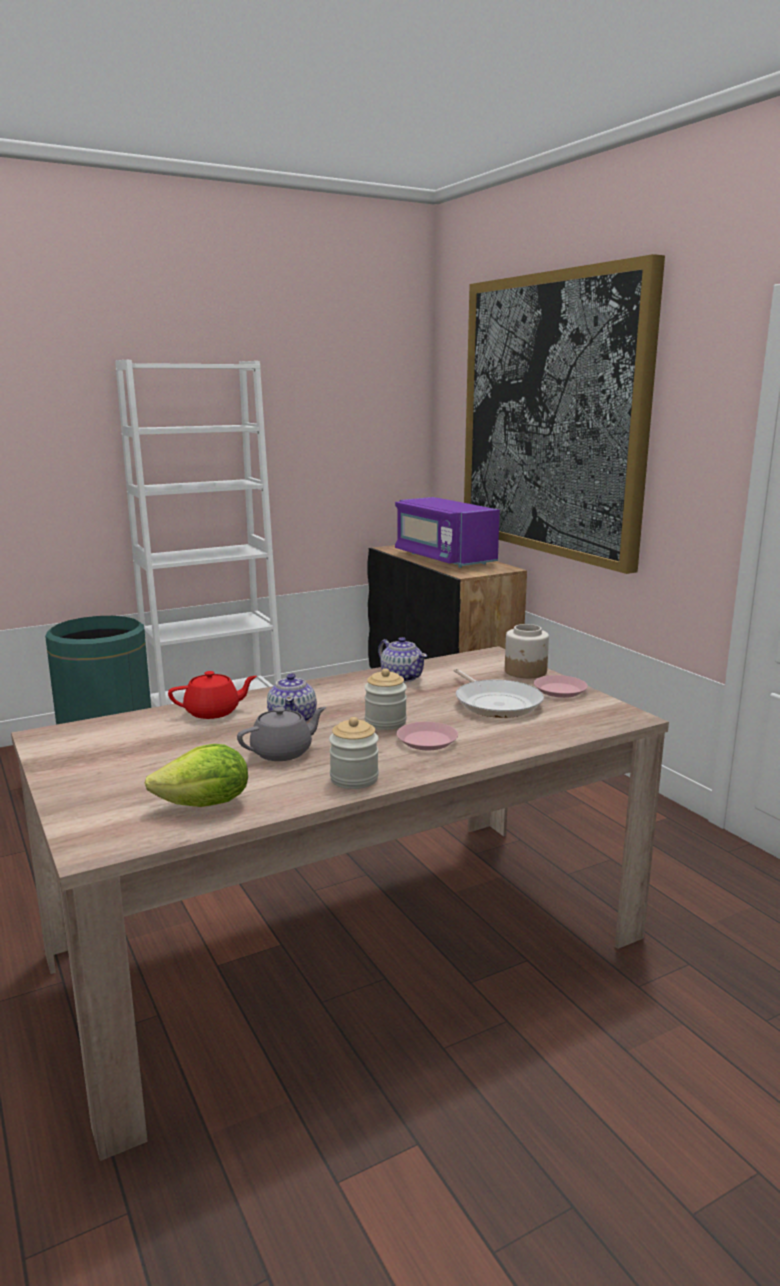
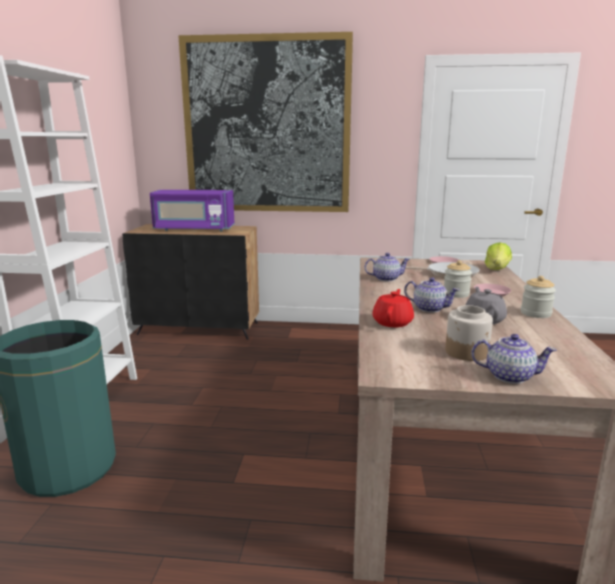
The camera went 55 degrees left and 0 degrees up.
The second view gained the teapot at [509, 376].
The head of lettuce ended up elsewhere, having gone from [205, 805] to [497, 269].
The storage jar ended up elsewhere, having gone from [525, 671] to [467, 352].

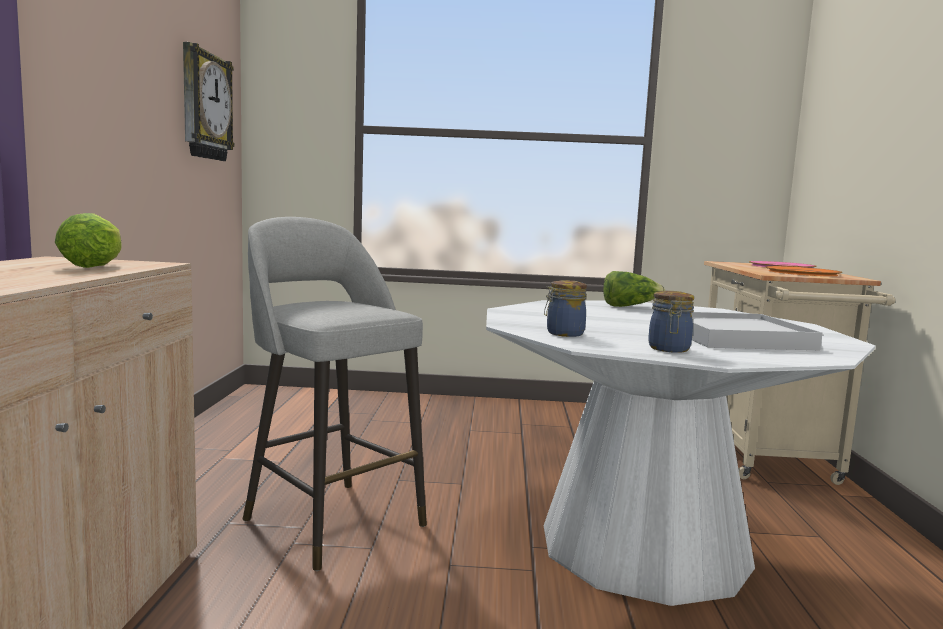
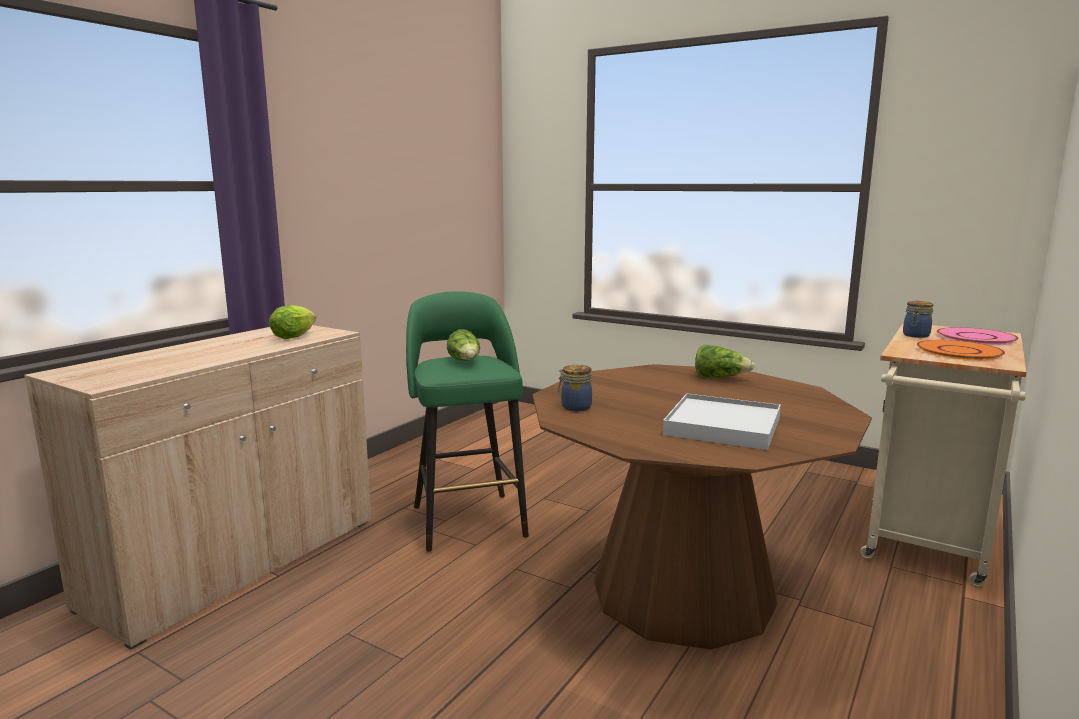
The camera went 30 degrees right and 5 degrees up.
The second view lost the wall clock at [204, 106].
The second view gained the head of lettuce at [465, 361].
The storage jar ended up elsewhere, having gone from [669, 349] to [915, 335].
What was the stool seat in grey at [331, 520] turned into the stool seat in greenish at [468, 519].
What was the kitchen table in white at [643, 545] turned into the kitchen table in brown at [682, 592].

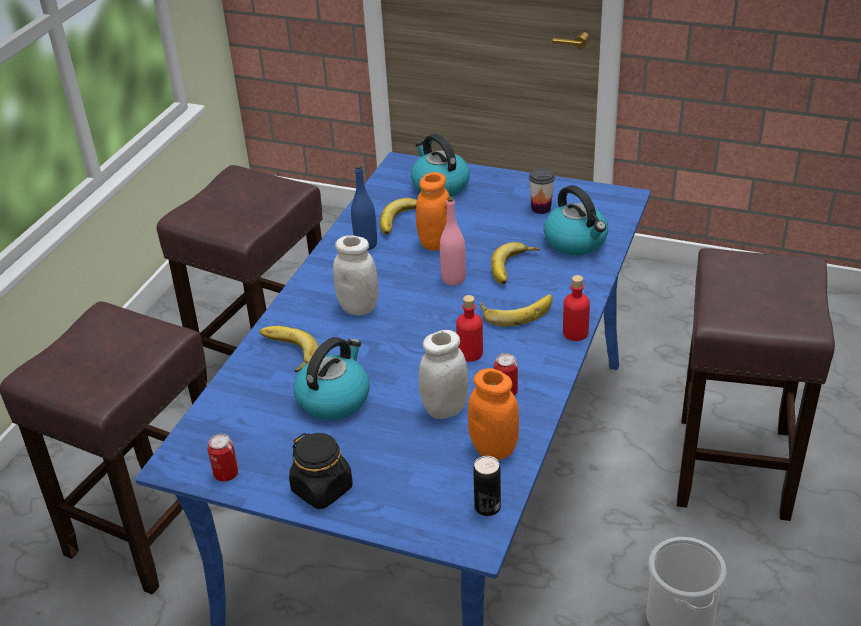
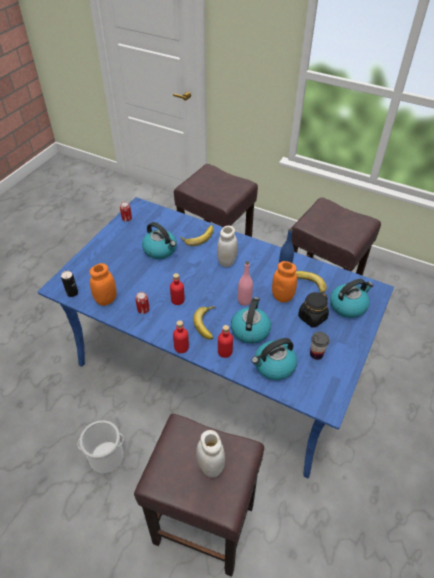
The camera went 95 degrees right and 10 degrees up.
The second view gained the bottle in reddish at [225, 351].
The storage jar in black-coloured ended up elsewhere, having gone from [322, 489] to [312, 317].
The storage jar in white ended up elsewhere, having gone from [445, 409] to [210, 466].
Where the banana stood at [515, 268], the tea kettle came to stand at [250, 330].

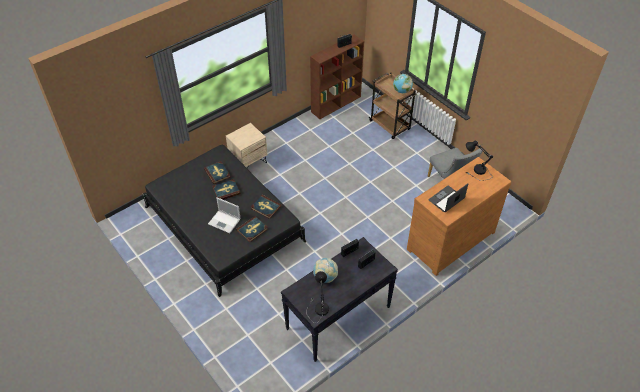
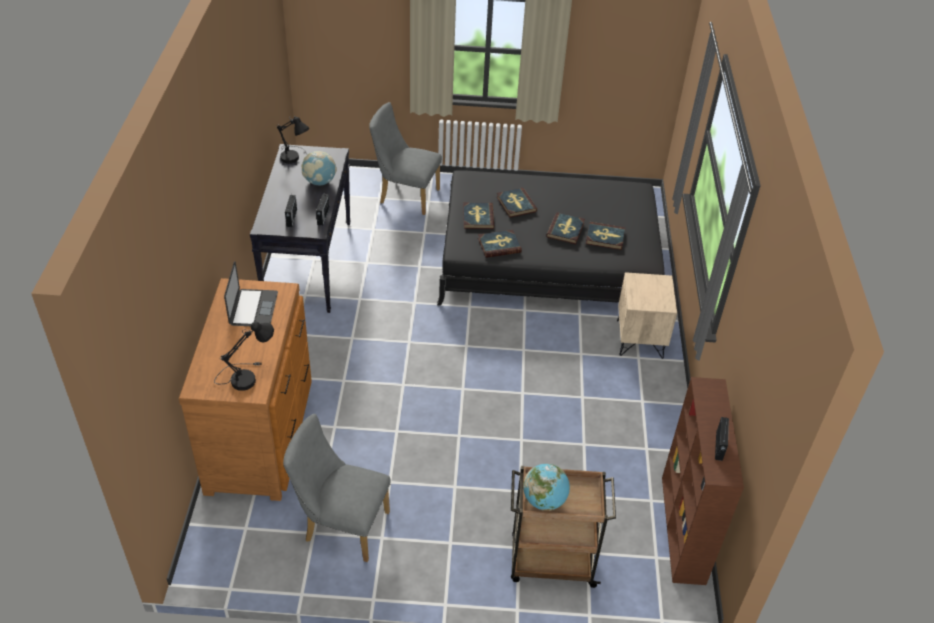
The camera went 130 degrees right and 5 degrees down.
The second view gained the plain chair in grey at [405, 196].
Where the portable computer stood at [225, 222], the volume came to stand at [516, 204].

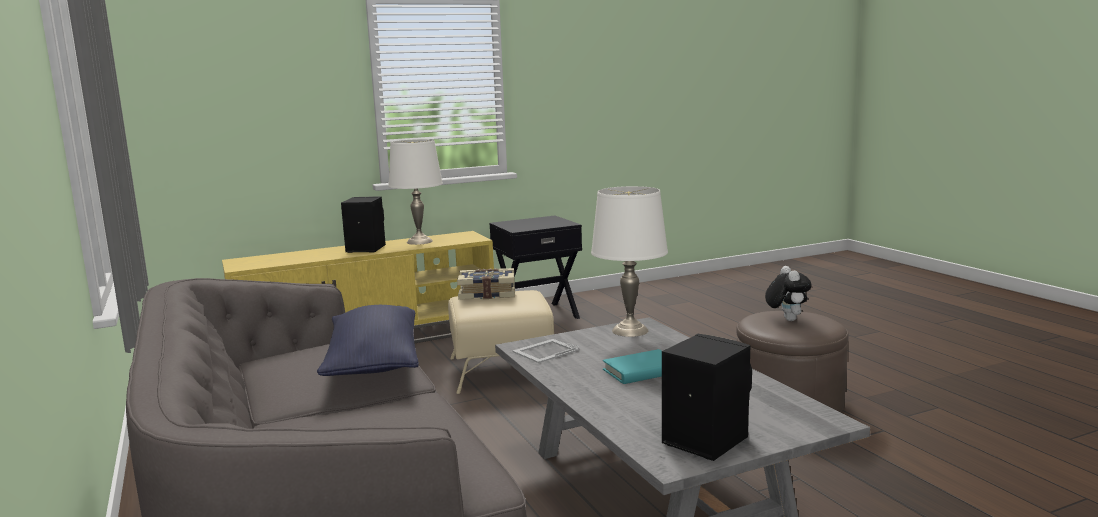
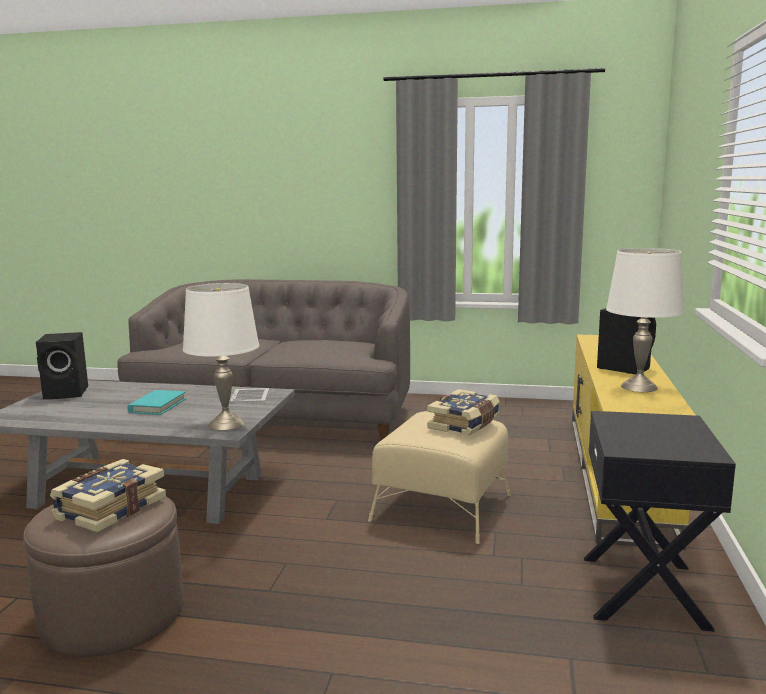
The camera went 125 degrees right and 0 degrees up.
The second view lost the pillow in blue at [373, 363].
Where the soft toy stood at [786, 319], the volume came to stand at [109, 509].

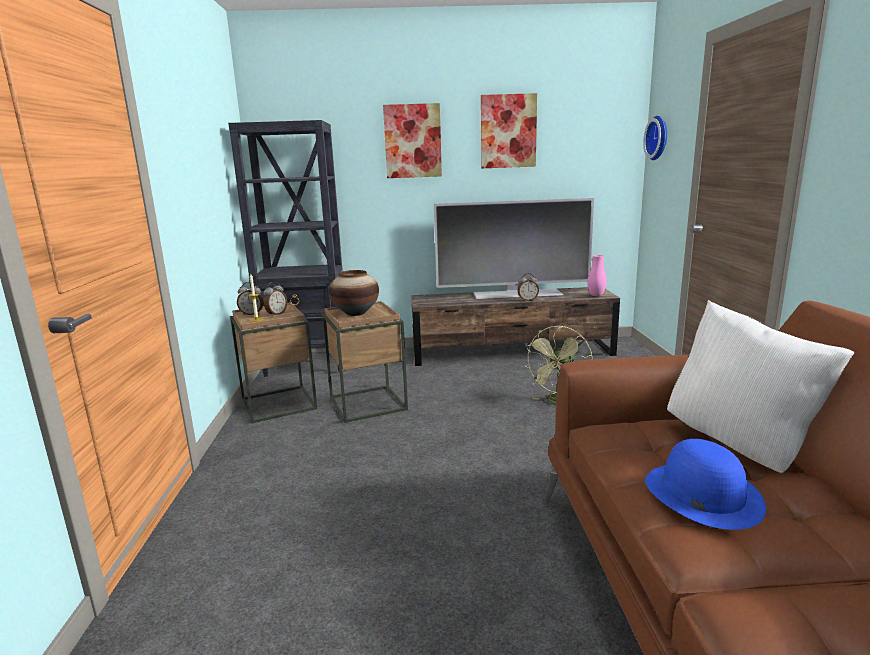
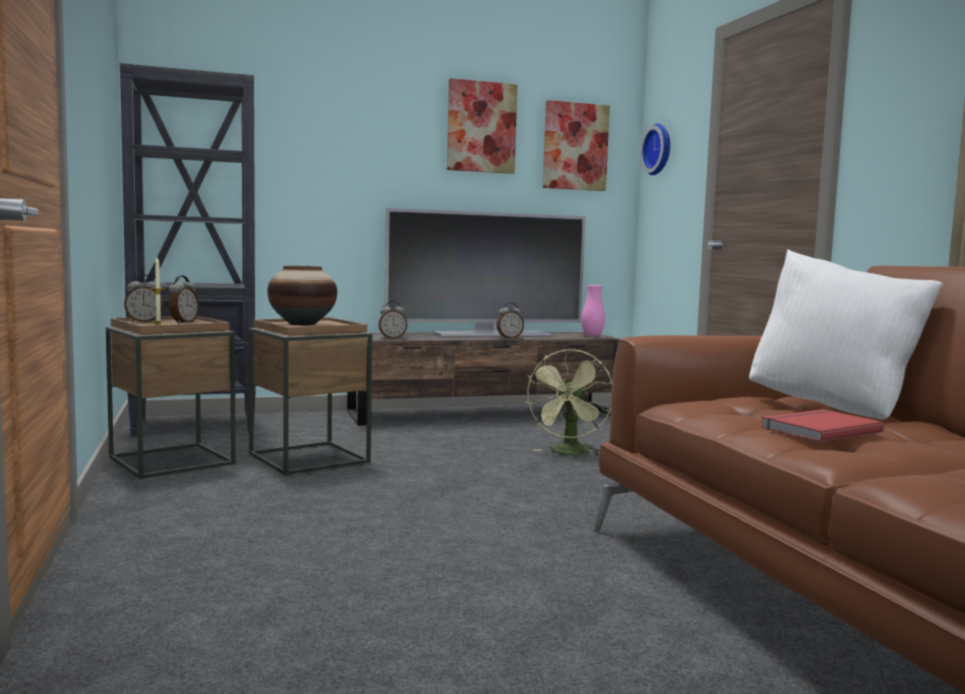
The camera went 15 degrees left and 10 degrees down.
The second view gained the alarm clock at [392, 338].
The wall art ended up elsewhere, having gone from [412, 141] to [575, 146].
Where the wearable hat in blue stood at [701, 493], the volume in reddish came to stand at [818, 429].

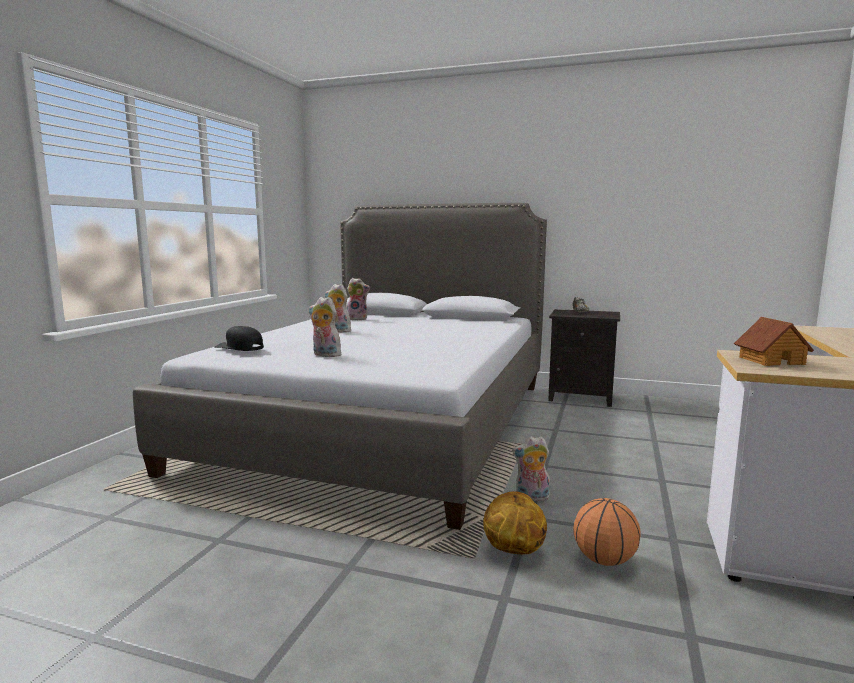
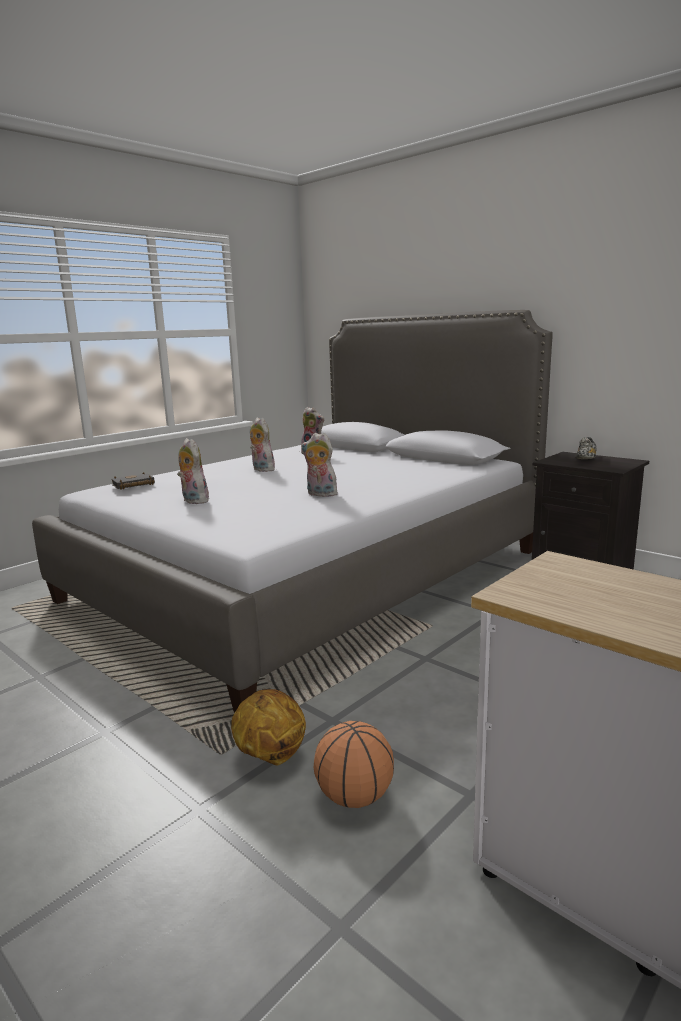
The camera went 25 degrees right and 5 degrees up.
The second view lost the model house at [770, 360].
The soft toy ended up elsewhere, having gone from [531, 497] to [320, 494].
Where the baseball cap in black-coloured stood at [240, 347], the volume in black-coloured came to stand at [132, 485].

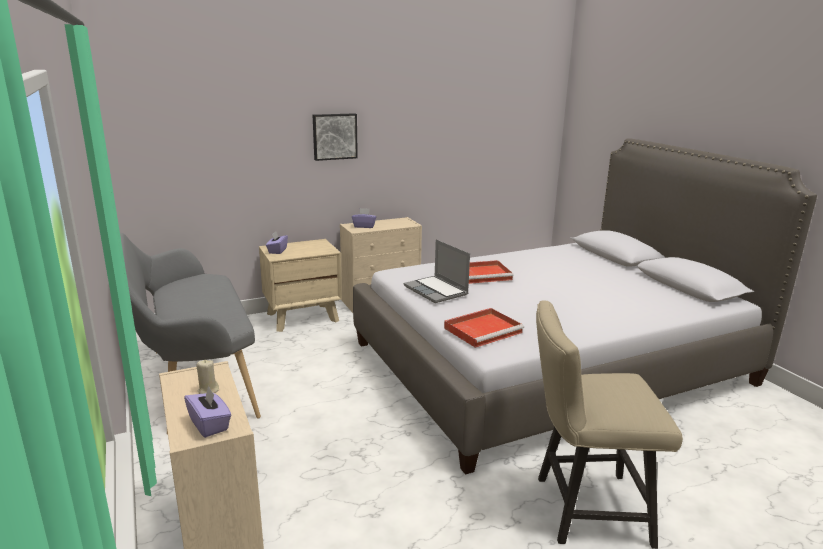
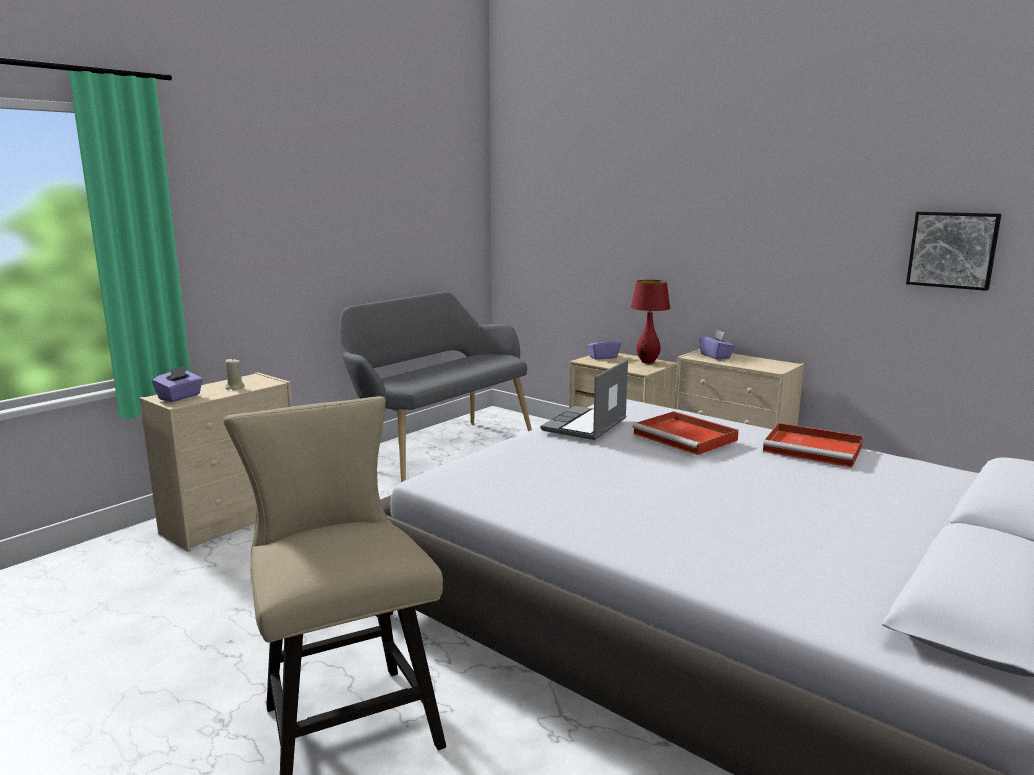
The camera went 65 degrees right and 5 degrees down.
The second view gained the table lamp in reddish at [647, 362].
The wall art ended up elsewhere, having gone from [334, 136] to [952, 250].
The carrying tray in reddish ended up elsewhere, having gone from [484, 330] to [815, 449].

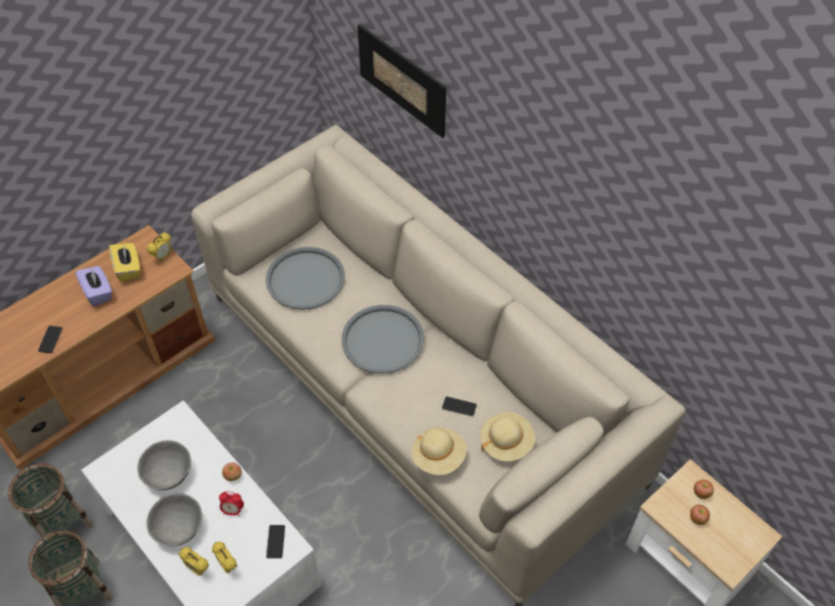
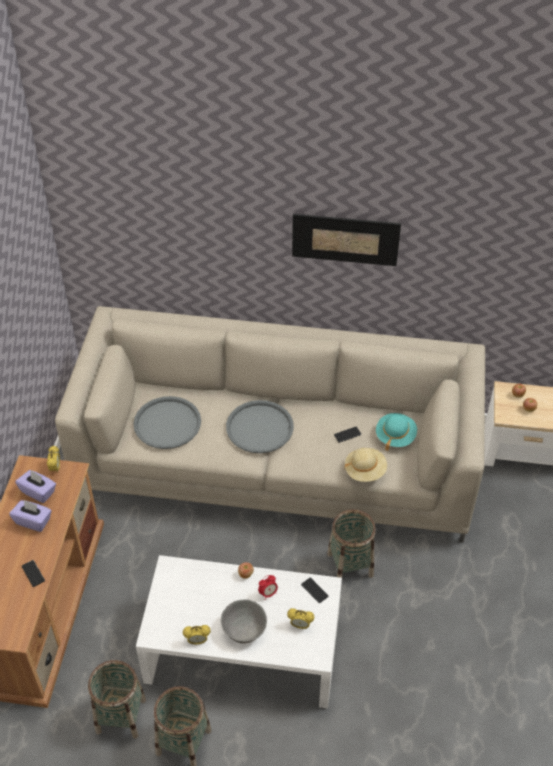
The camera went 40 degrees left and 5 degrees down.
The second view lost the deep dish in grey at [168, 474].
The second view gained the household basket at [350, 564].
The alarm clock ended up elsewhere, having gone from [198, 569] to [197, 641].
The wall art ended up elsewhere, having gone from [402, 80] to [345, 239].
What was the tissue holder in yellow-coloured at [128, 269] turned into the tissue holder in purplish at [38, 492].
What was the wearable hat in beige-coloured at [506, 443] turned into the wearable hat in turquoise-coloured at [395, 436].

